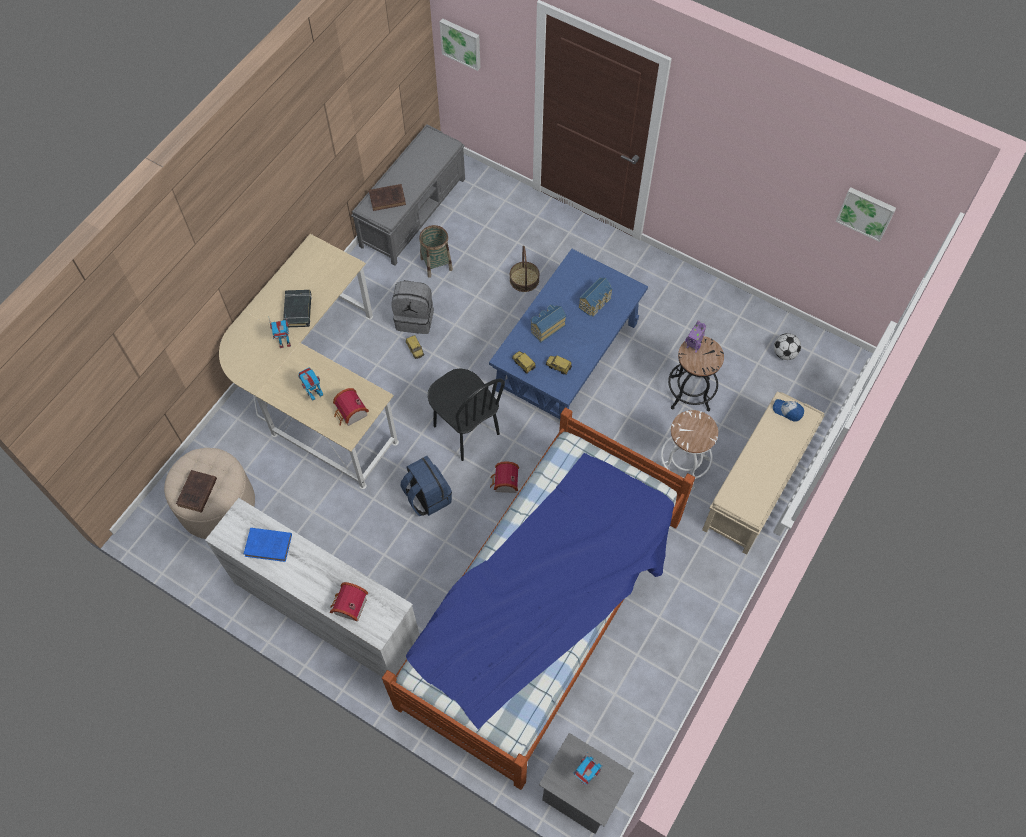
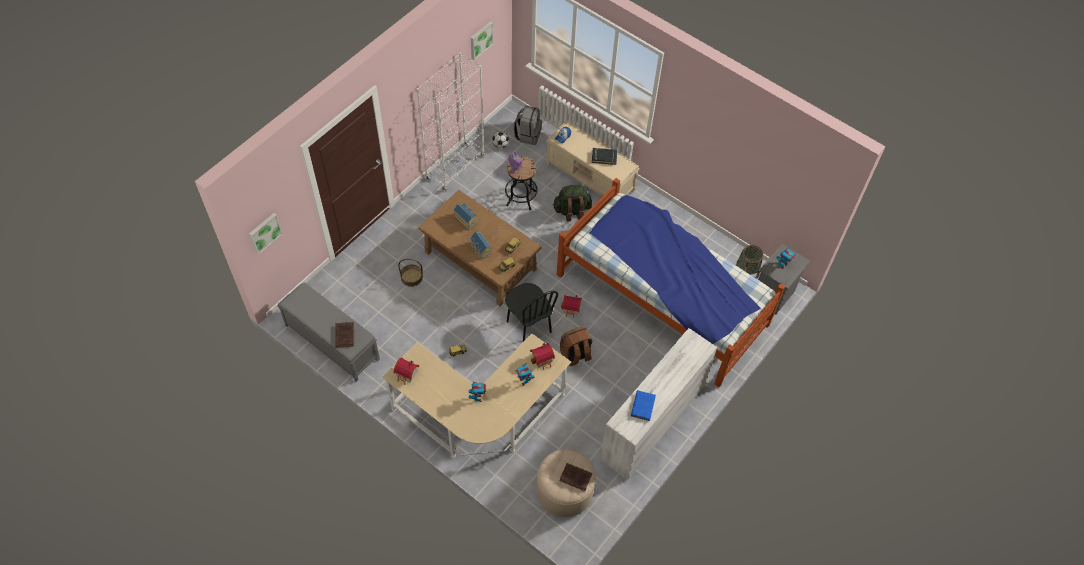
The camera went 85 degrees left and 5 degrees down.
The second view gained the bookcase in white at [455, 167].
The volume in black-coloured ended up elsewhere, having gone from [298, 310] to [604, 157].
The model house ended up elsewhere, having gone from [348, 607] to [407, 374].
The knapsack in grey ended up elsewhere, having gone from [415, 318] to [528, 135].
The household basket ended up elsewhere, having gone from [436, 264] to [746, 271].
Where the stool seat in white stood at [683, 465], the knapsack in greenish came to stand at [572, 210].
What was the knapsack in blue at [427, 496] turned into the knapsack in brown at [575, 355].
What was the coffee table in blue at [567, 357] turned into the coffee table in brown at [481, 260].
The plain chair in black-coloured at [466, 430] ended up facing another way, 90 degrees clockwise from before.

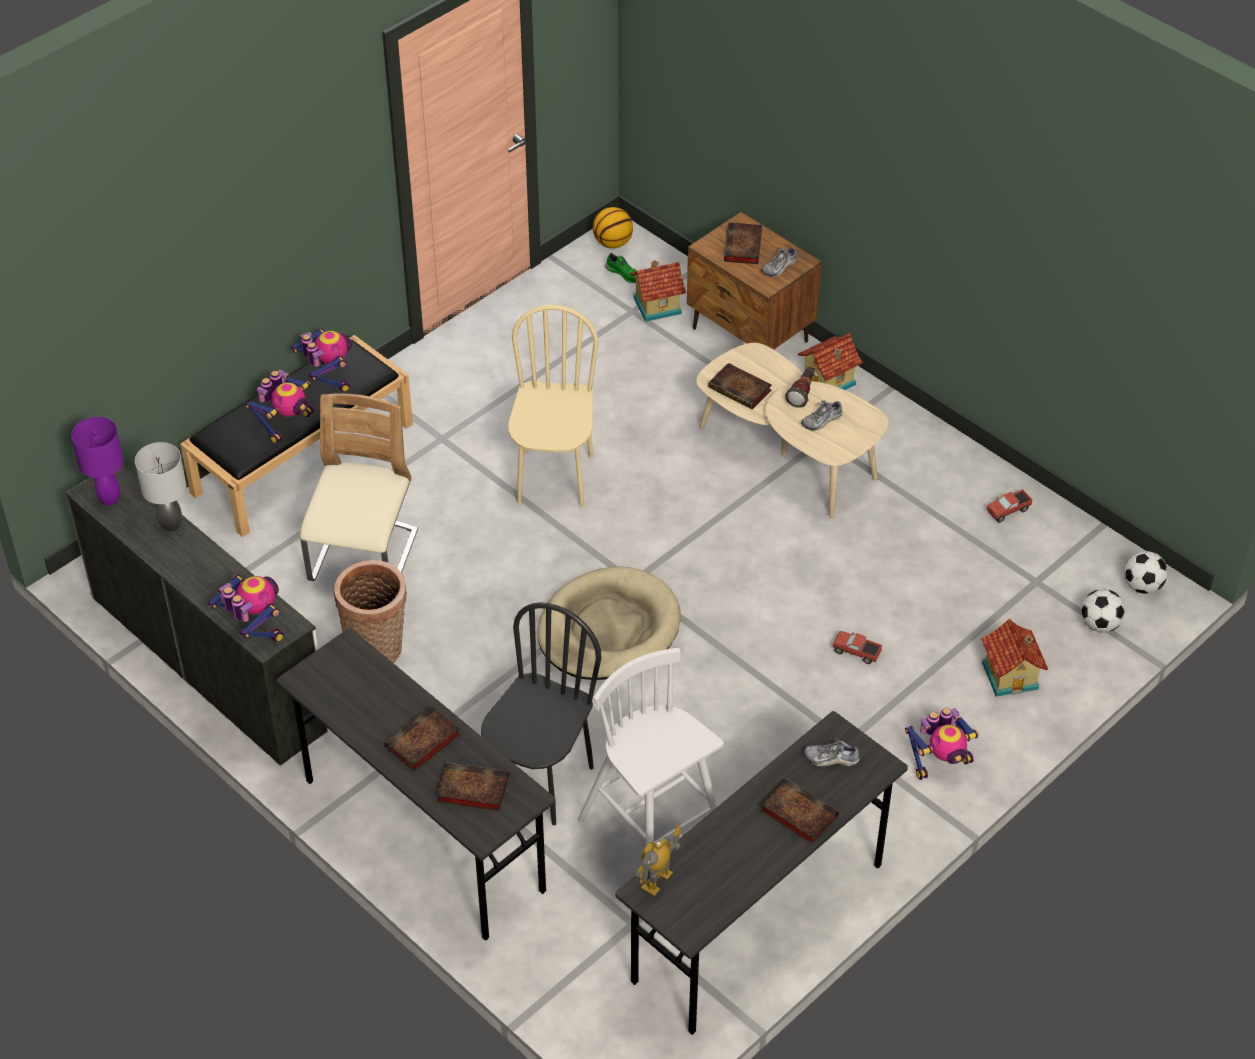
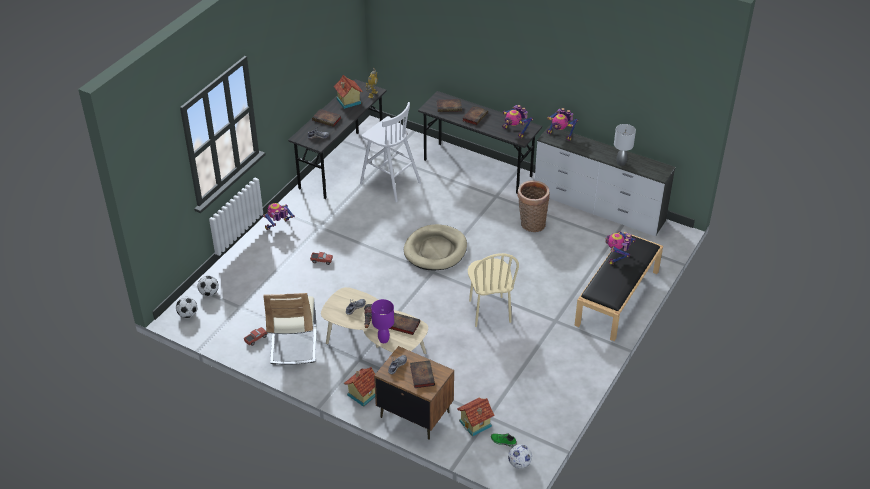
The camera went 165 degrees right and 5 degrees down.
The second view lost the plain chair in black-coloured at [540, 782].
The table lamp in purplish ended up elsewhere, having gone from [109, 499] to [384, 339].
The toy robot ended up elsewhere, having gone from [327, 378] to [515, 131].
The plain chair in beige-coloured ended up elsewhere, having gone from [364, 558] to [293, 344].
The model house ended up elsewhere, having gone from [1011, 675] to [348, 101].
Where the basketball ball stood at [613, 243], the football ball came to stand at [519, 463].

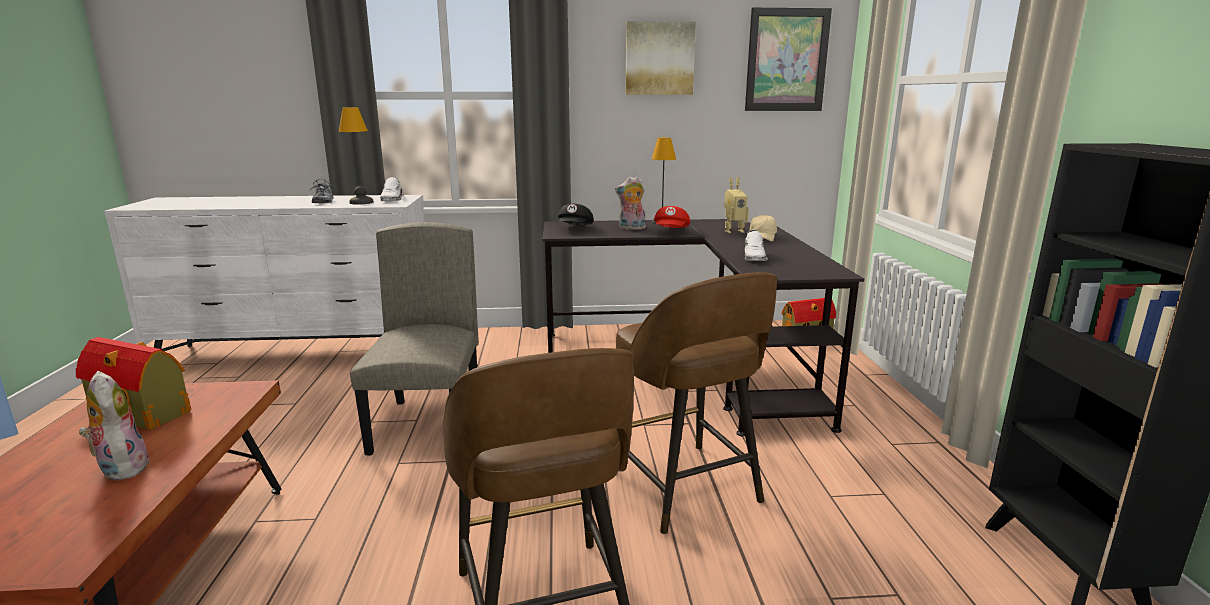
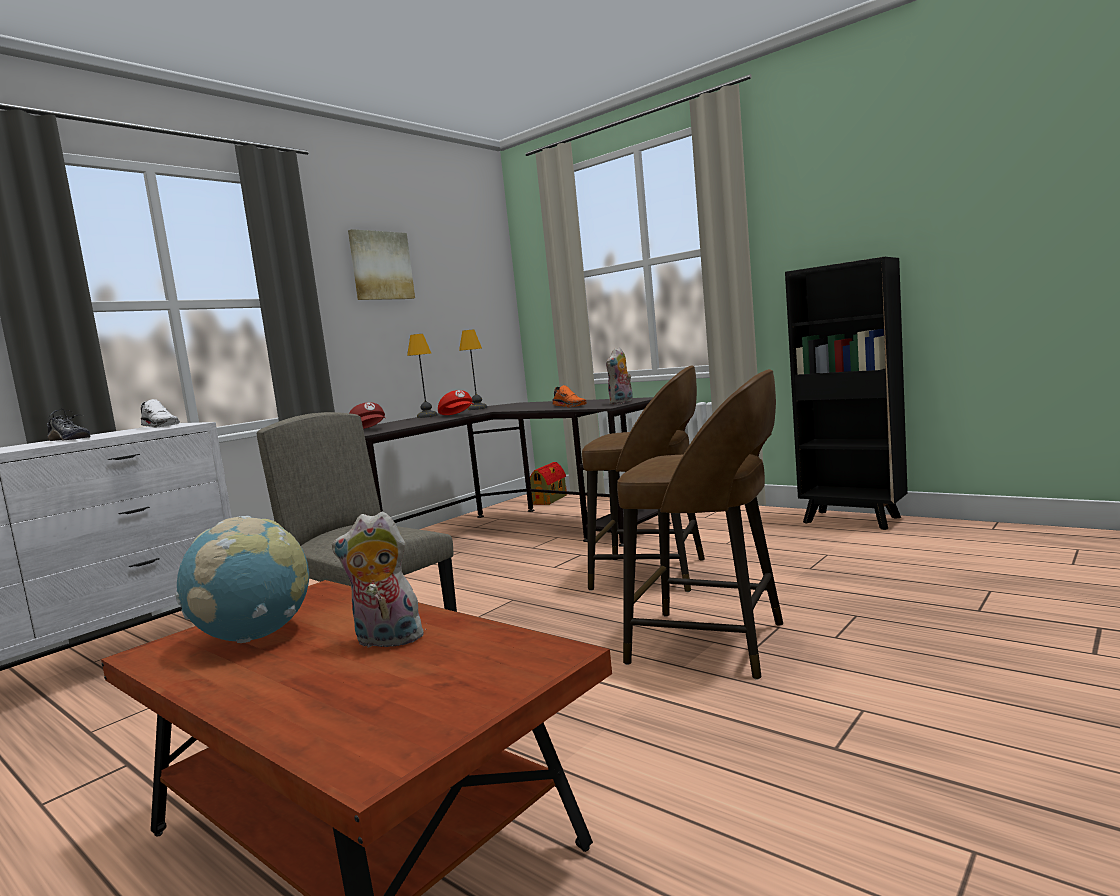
The camera went 45 degrees left and 10 degrees down.
The second view lost the toy robot at [733, 231].
The second view lost the wall art at [786, 60].
The second view lost the baseball cap in beige-coloured at [762, 237].
The table lamp ended up elsewhere, having gone from [360, 202] to [477, 408].
The soft toy ended up elsewhere, having gone from [631, 228] to [622, 402].
Where the model house stood at [142, 413], the world globe came to stand at [255, 636].
What was the baseball cap in black-coloured at [575, 228] turned into the baseball cap in reddish at [369, 429].
What was the shoe in white at [755, 257] turned into the shoe in orange at [570, 406].

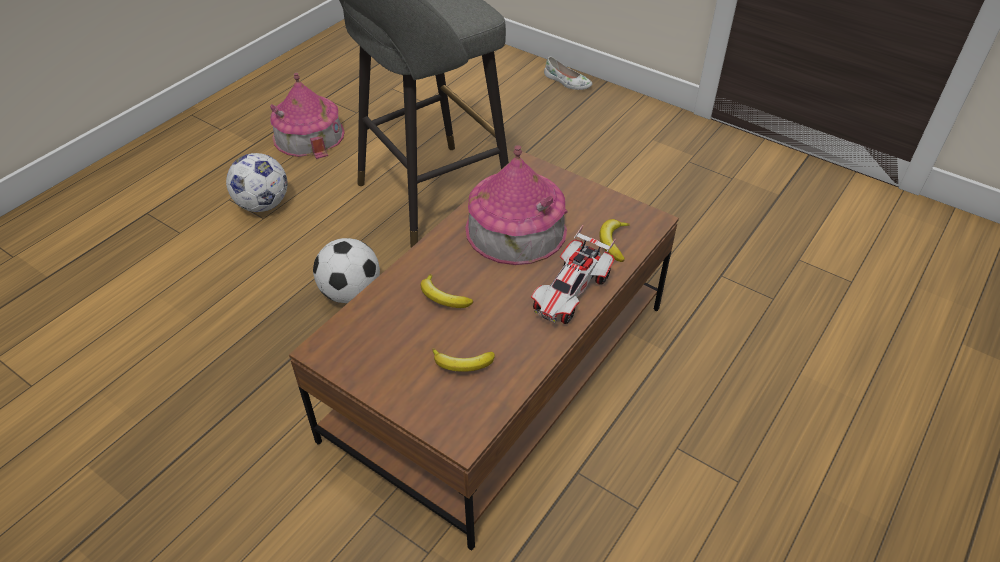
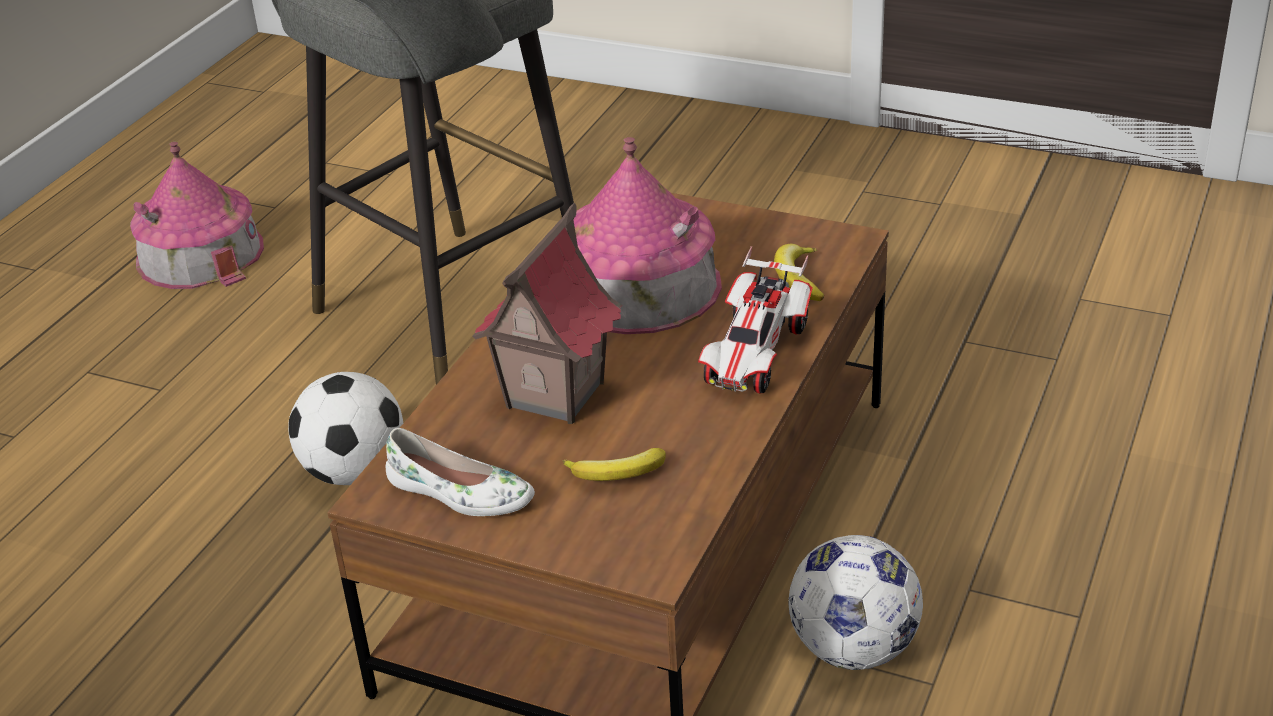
The camera went 10 degrees left and 10 degrees down.
The football ball ended up elsewhere, having gone from [263, 205] to [854, 649].
The shoe in white ended up elsewhere, having gone from [567, 82] to [459, 493].
Where the banana stood at [443, 298], the model house came to stand at [553, 394].

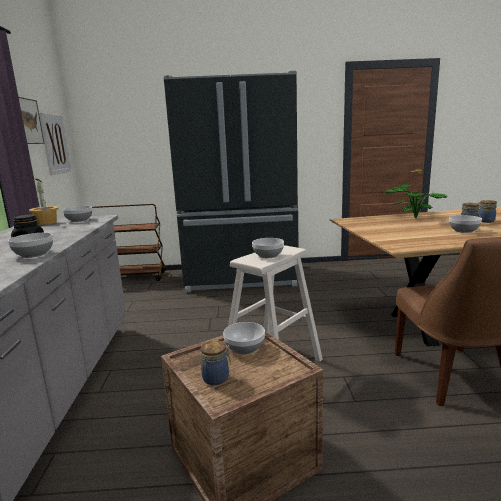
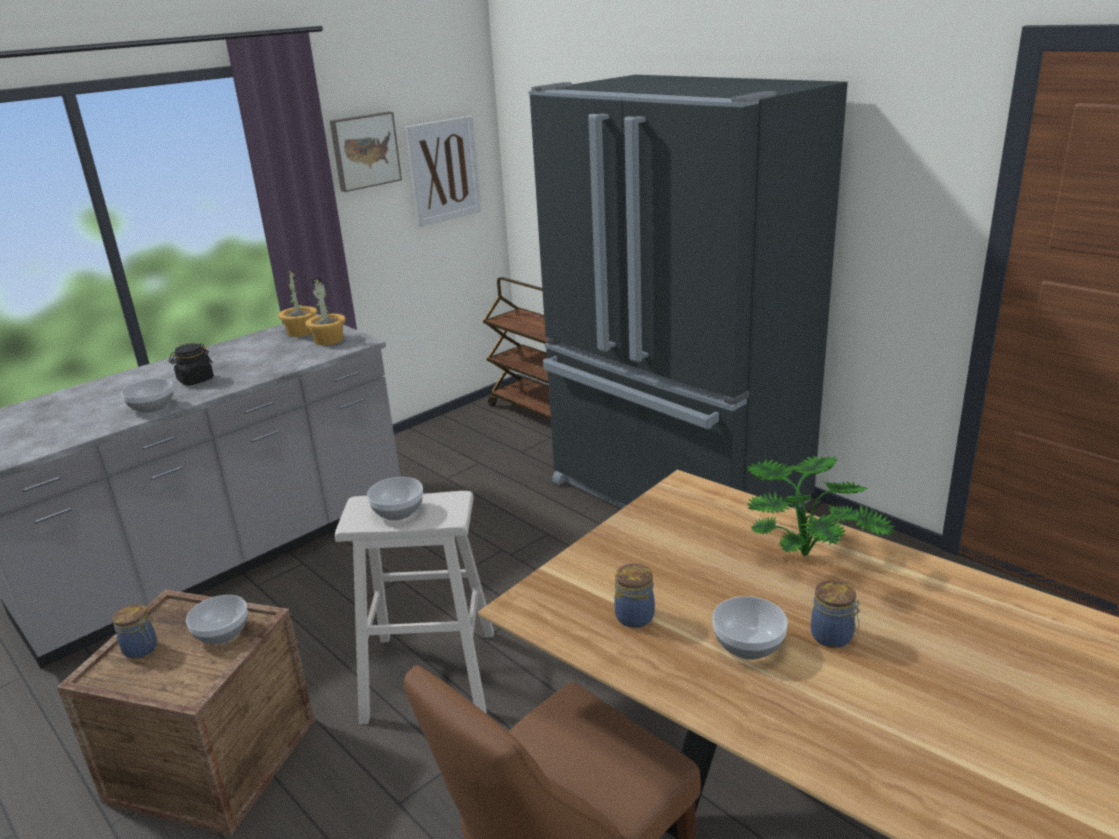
The camera went 50 degrees right and 10 degrees up.
The storage jar ended up elsewhere, having gone from [485, 221] to [634, 615].
Where the deep dish stood at [79, 220], the plant in a pot came to stand at [328, 340].

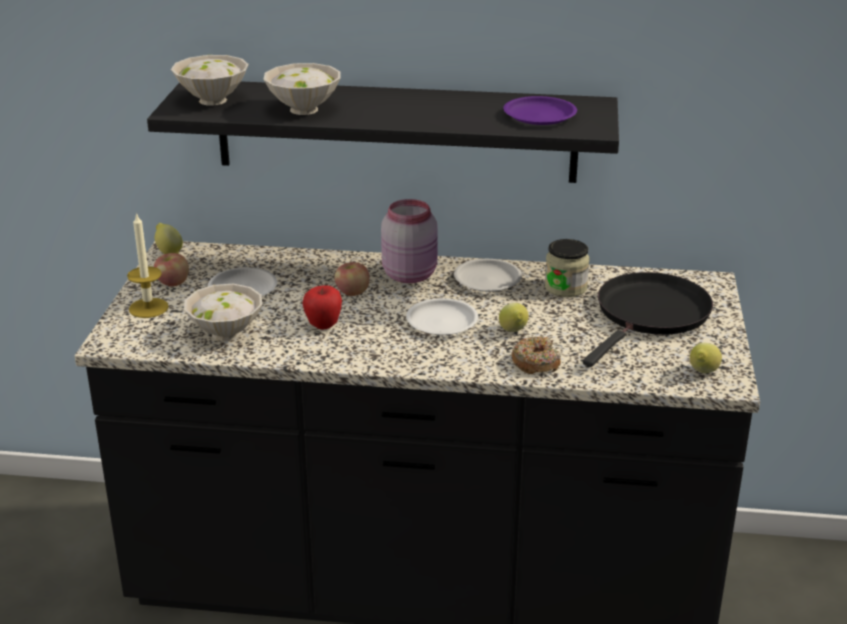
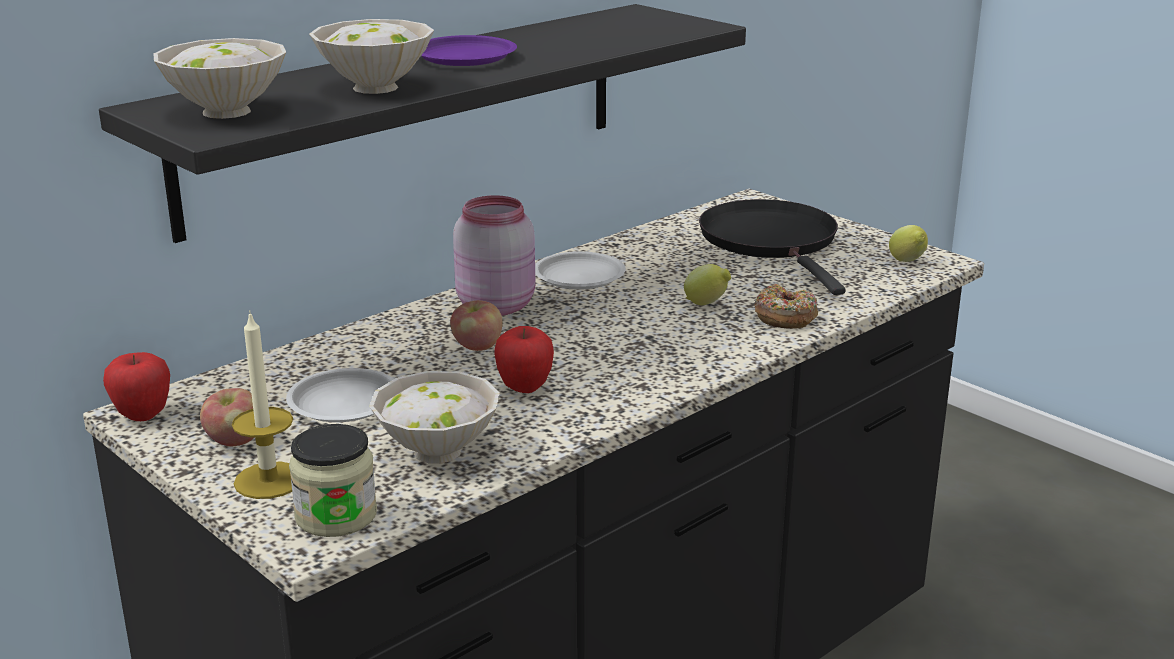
The camera went 50 degrees left and 5 degrees down.
The second view lost the dinner plate in white at [441, 322].
The dinner plate in purplish ended up elsewhere, having gone from [540, 115] to [464, 57].
The storage jar ended up elsewhere, having gone from [565, 287] to [336, 516].
Where the lemon stood at [169, 252], the apple fruit came to stand at [142, 415].

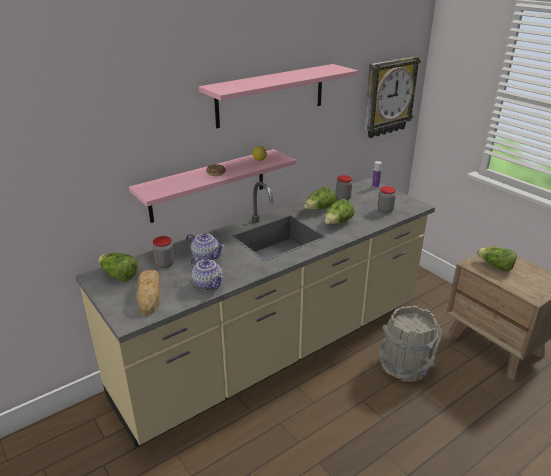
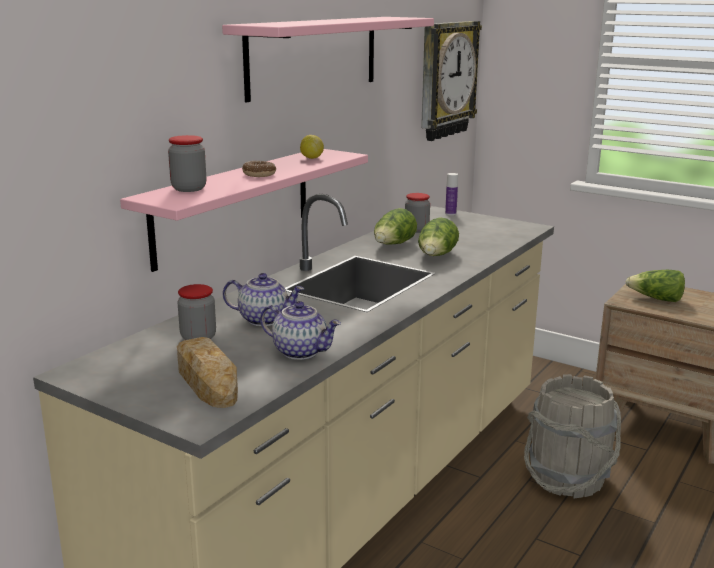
The camera went 20 degrees left and 10 degrees down.
The second view lost the head of lettuce at [119, 275].
The storage jar ended up elsewhere, having gone from [385, 210] to [189, 188].

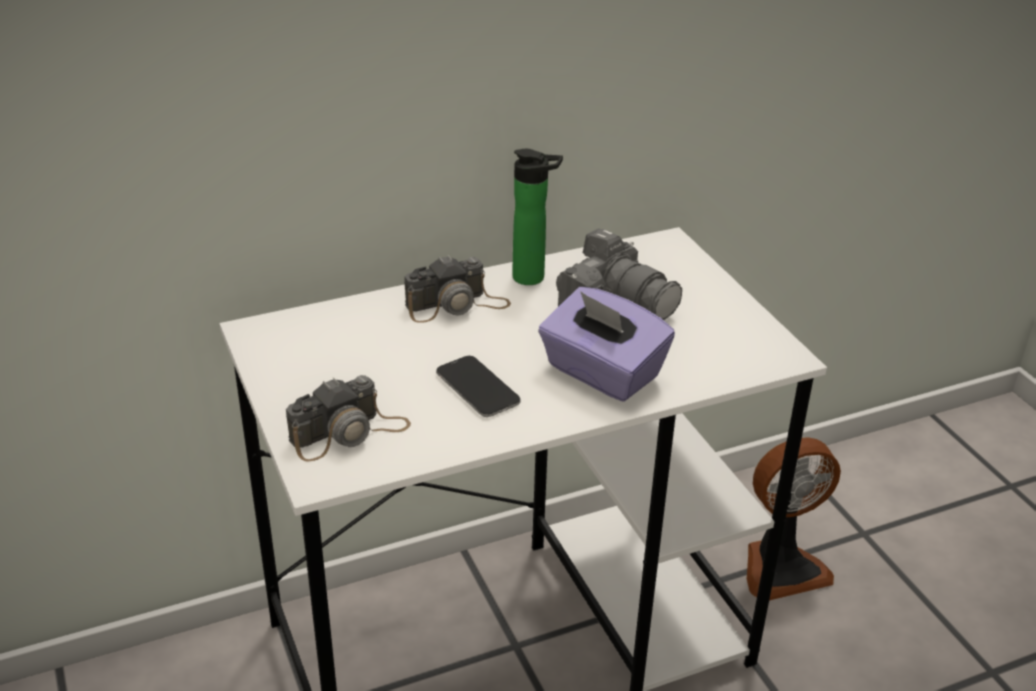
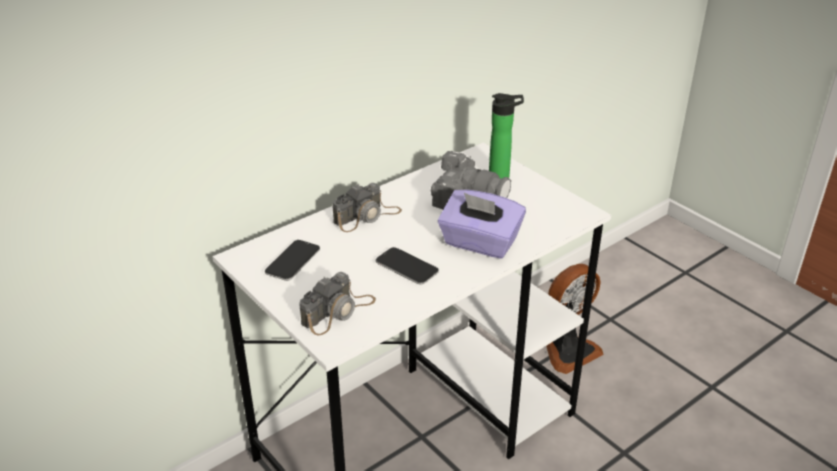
The camera went 15 degrees left and 0 degrees up.
The second view gained the handset at [293, 261].
The bottle ended up elsewhere, having gone from [533, 278] to [502, 177].

